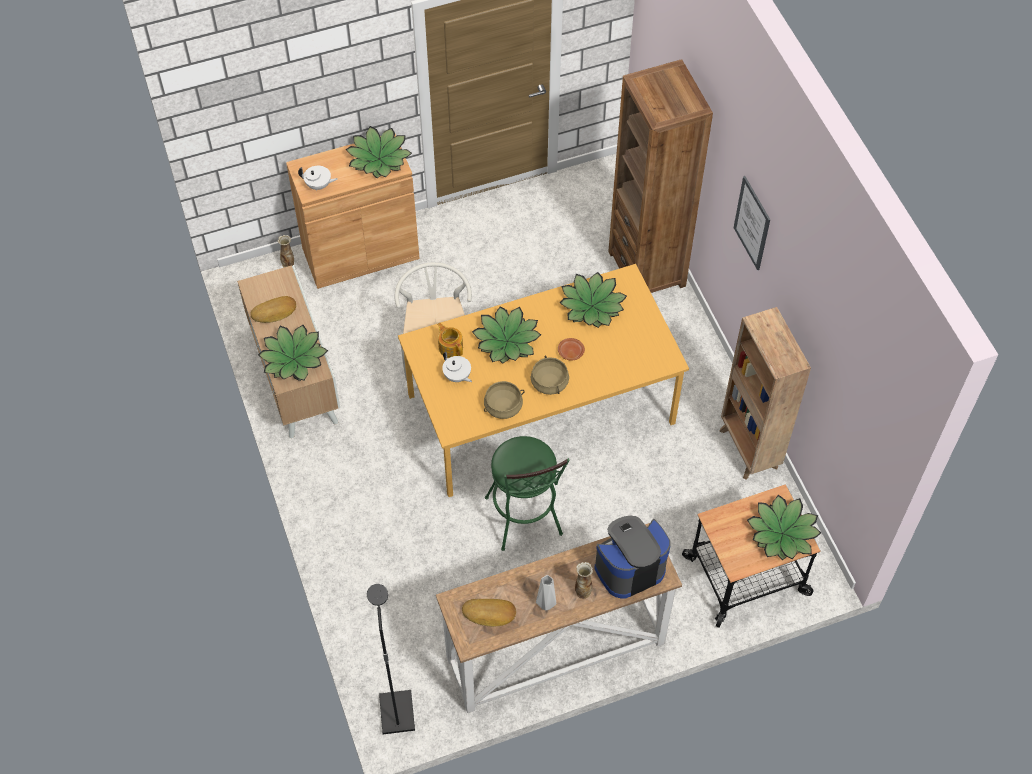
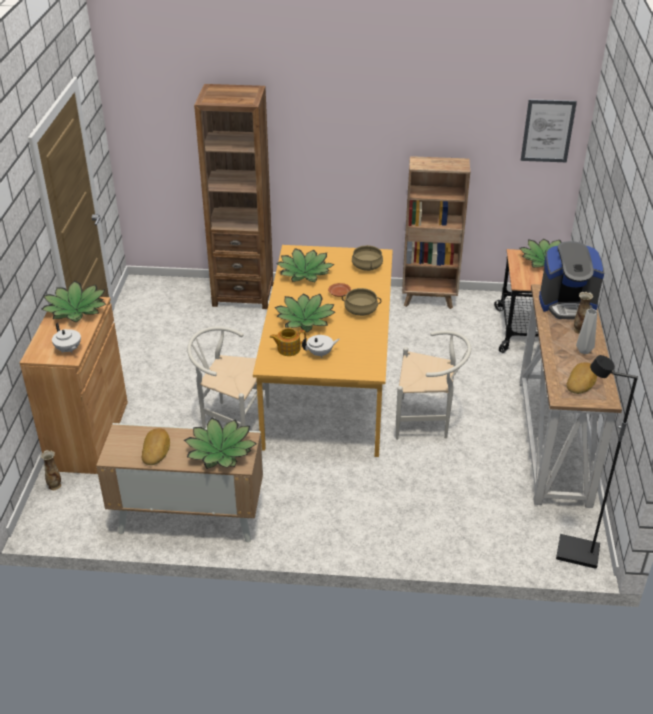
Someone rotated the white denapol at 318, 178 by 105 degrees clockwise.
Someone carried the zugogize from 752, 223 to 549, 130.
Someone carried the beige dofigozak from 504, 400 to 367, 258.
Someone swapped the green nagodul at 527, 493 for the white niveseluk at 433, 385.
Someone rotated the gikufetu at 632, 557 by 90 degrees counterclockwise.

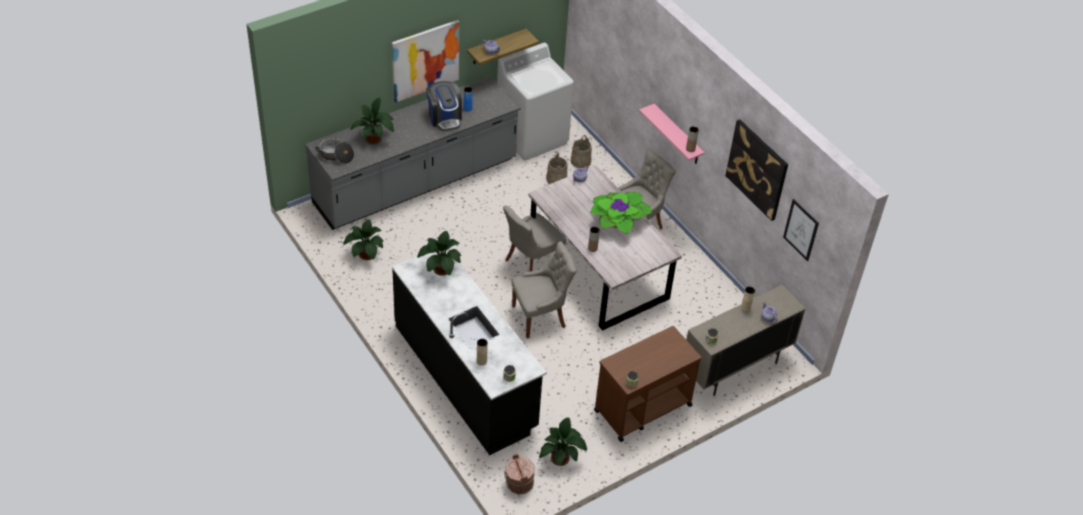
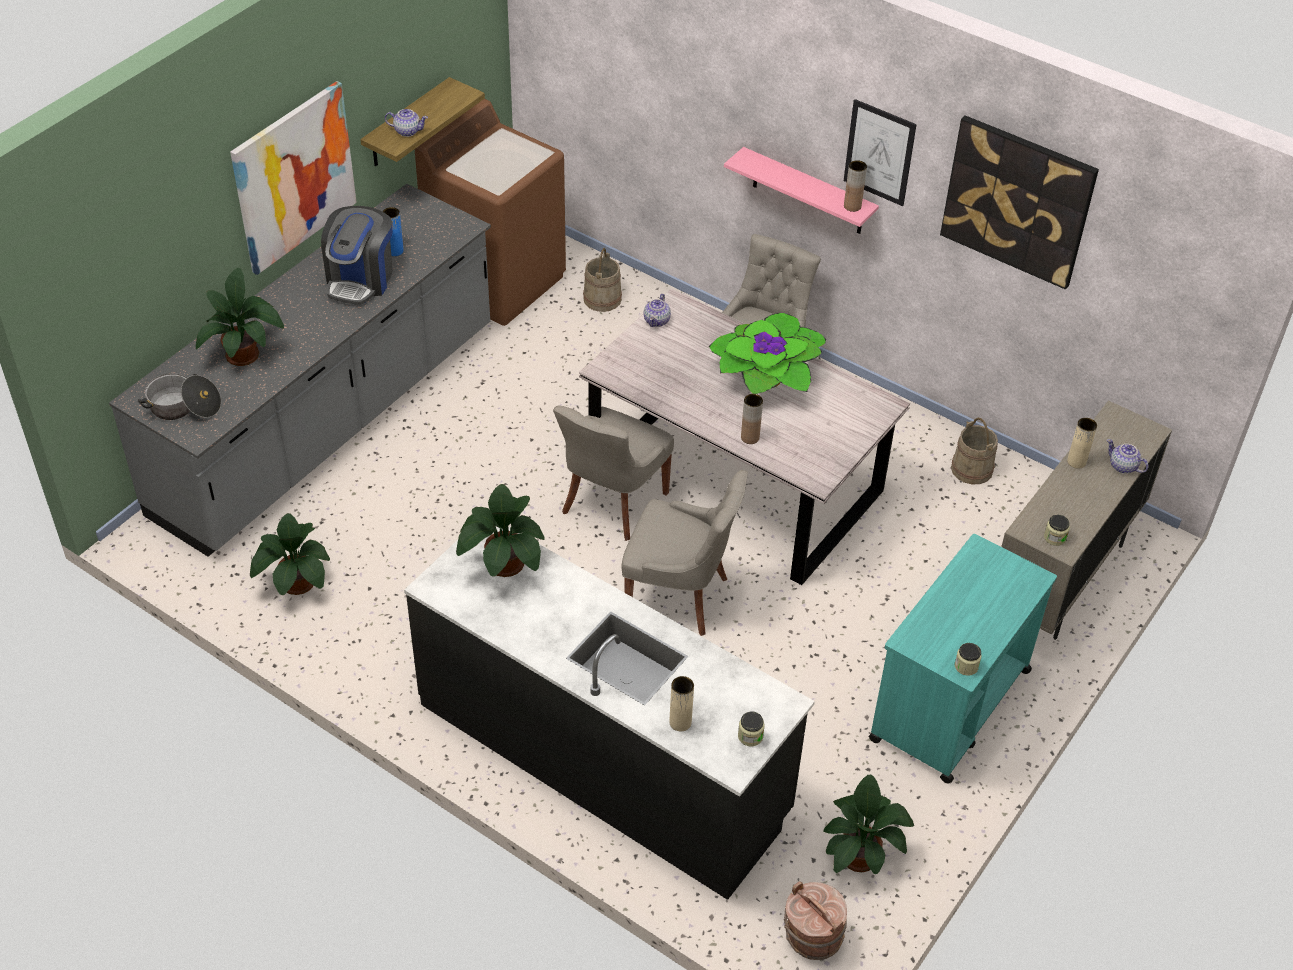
Someone repainted the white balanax at 535, 102, which became the brown balanax at 490, 212.
Someone rotated the gikufetu at 444, 106 by 60 degrees clockwise.
Someone carried the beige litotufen from 556, 168 to 974, 451.
Someone carried the zugogize from 801, 230 to 880, 152.
Someone rotated the grey niveseluk at 543, 290 by 60 degrees clockwise.
Someone repainted the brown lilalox at 648, 384, which became the turquoise lilalox at 963, 658.

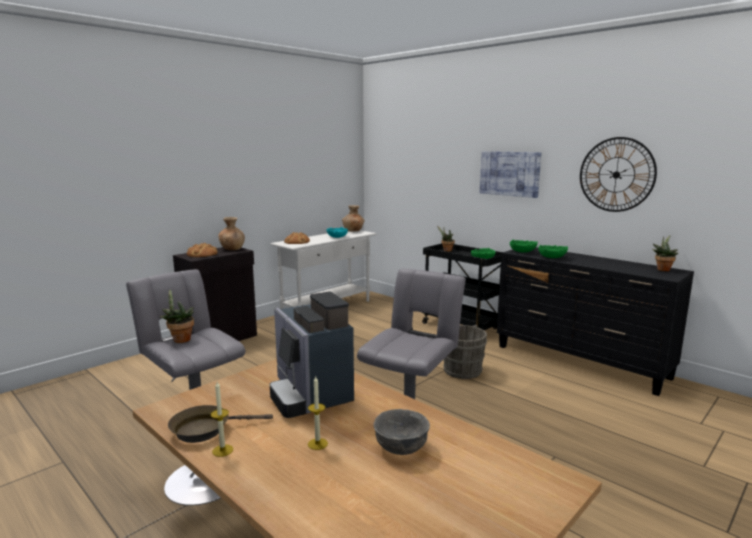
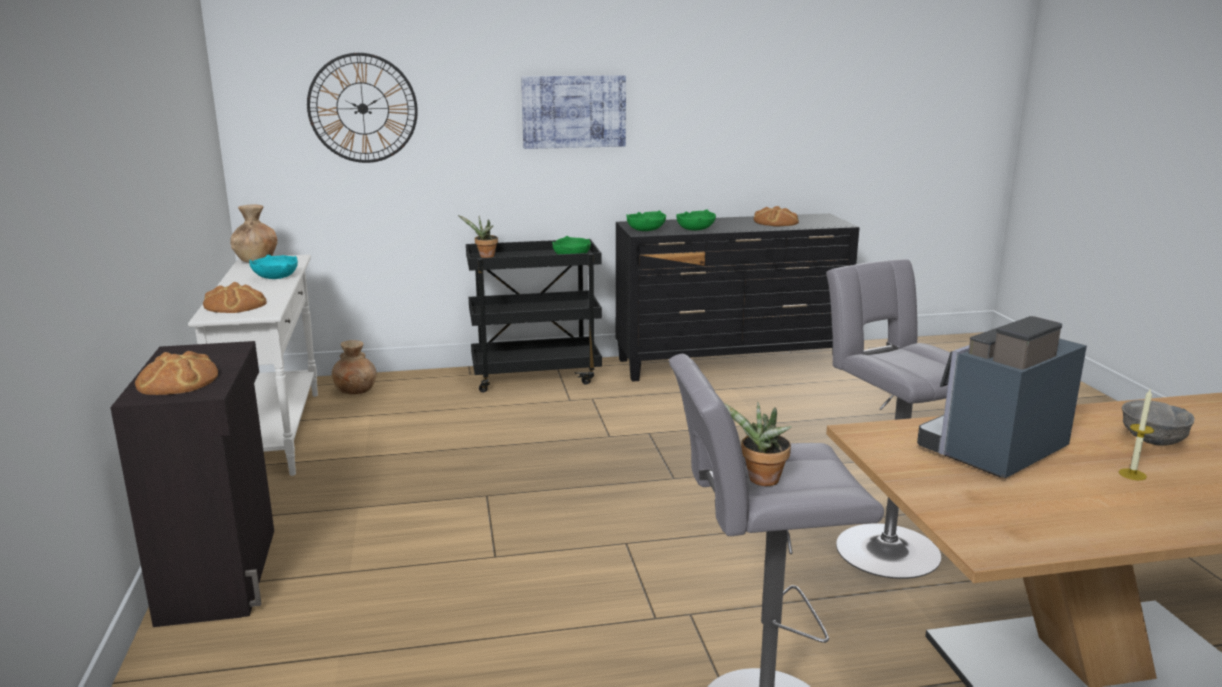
Someone carried the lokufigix from 618, 174 to 362, 108.
Someone carried the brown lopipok from 231, 233 to 354, 367.
Someone took away the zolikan at 665, 253.
Someone rotated the gikufetu at 312, 355 by 135 degrees clockwise.
Someone took away the grey litotufen at 465, 352.
Someone took away the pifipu at 222, 419.
Someone took away the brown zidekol at 220, 424.
Someone put down the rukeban at 776, 216.

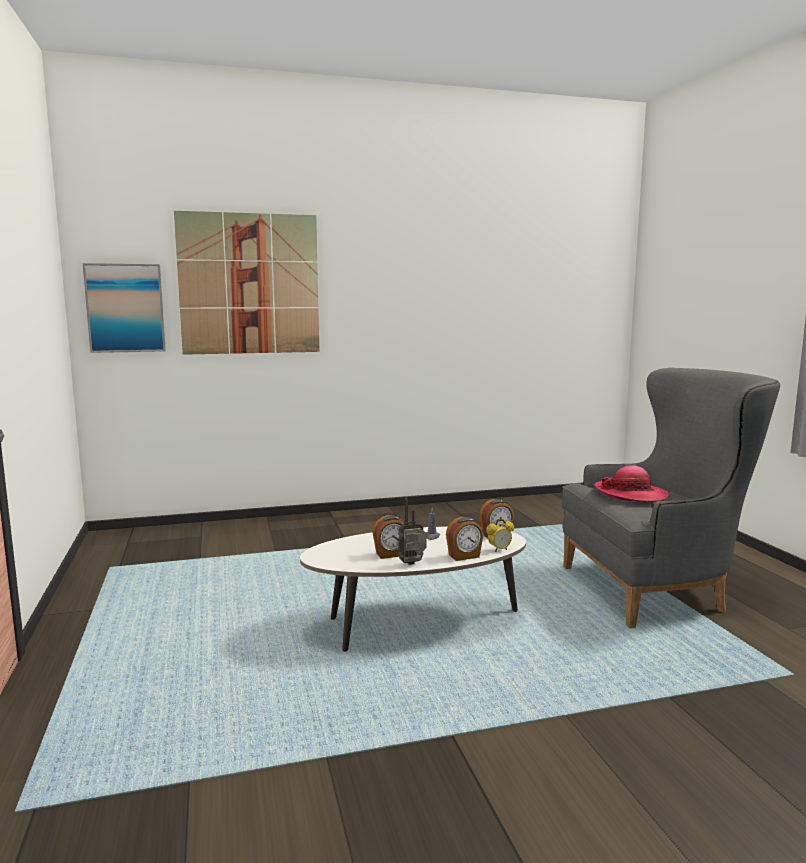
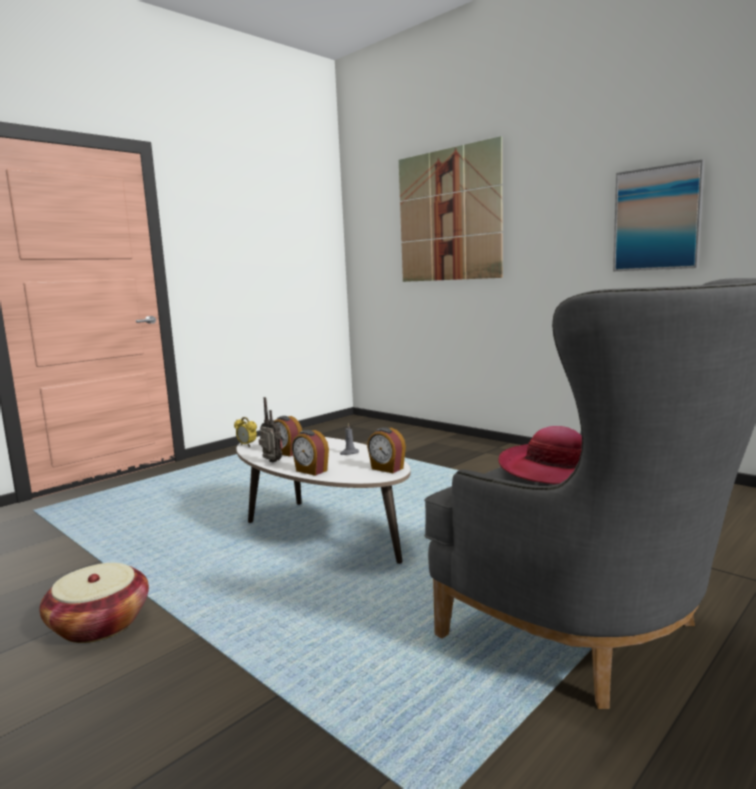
Someone carried the zugogize from 124, 308 to 659, 215.
Someone carried the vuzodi from 500, 535 to 245, 432.
Someone put down the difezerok at 94, 603.

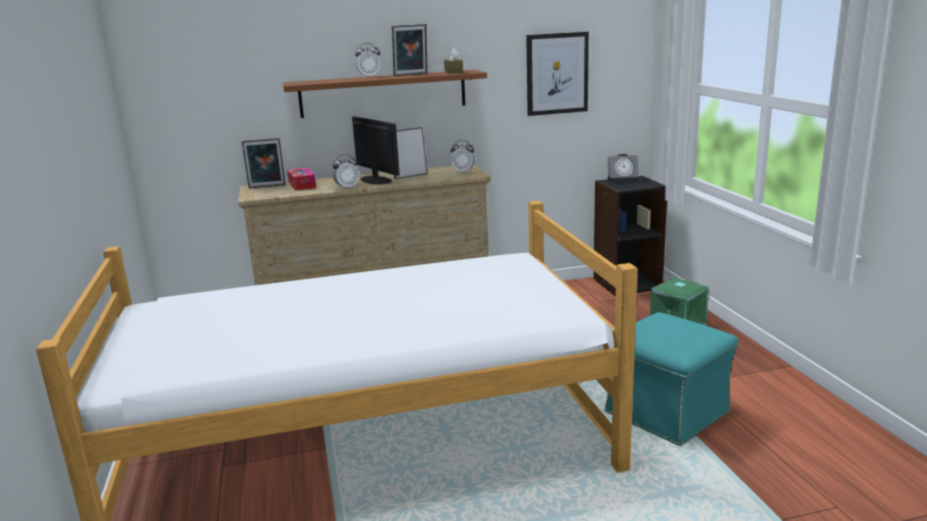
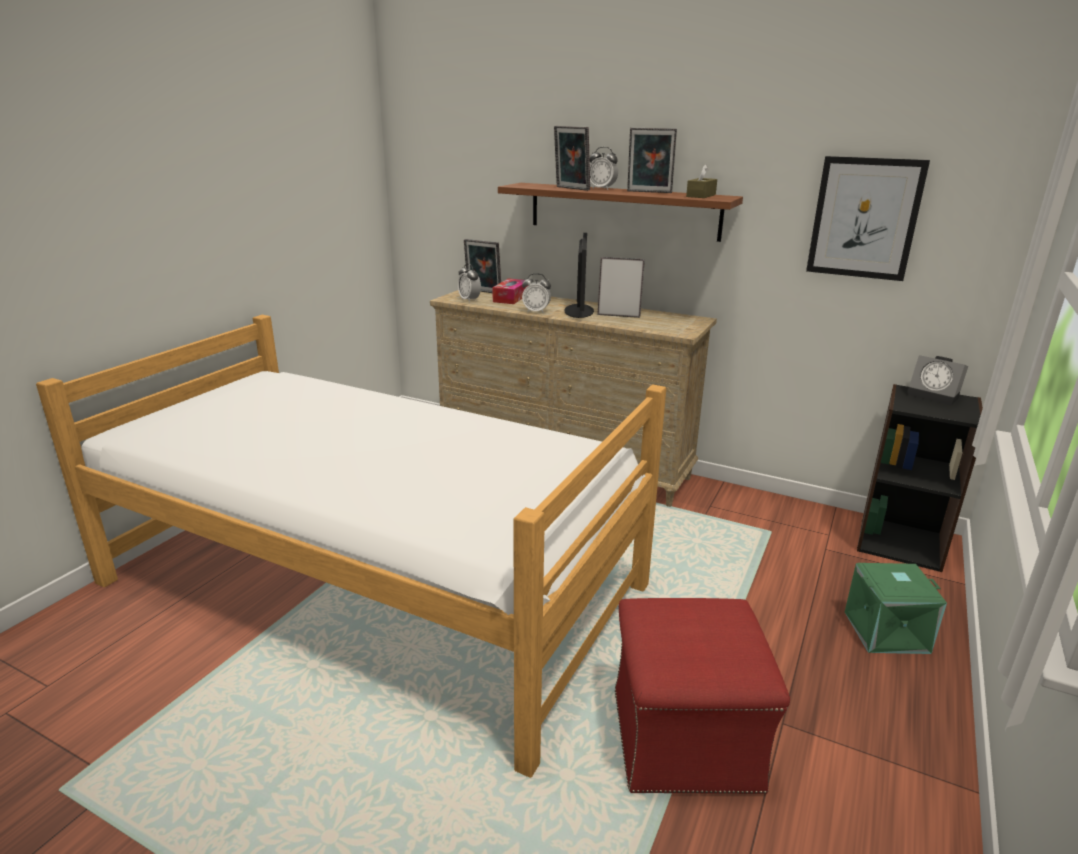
Someone carried the vuzodi from 463, 156 to 469, 282.
Someone repainted the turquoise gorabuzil at 671, 379, which became the red gorabuzil at 702, 696.
Someone put down the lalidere at 572, 158.

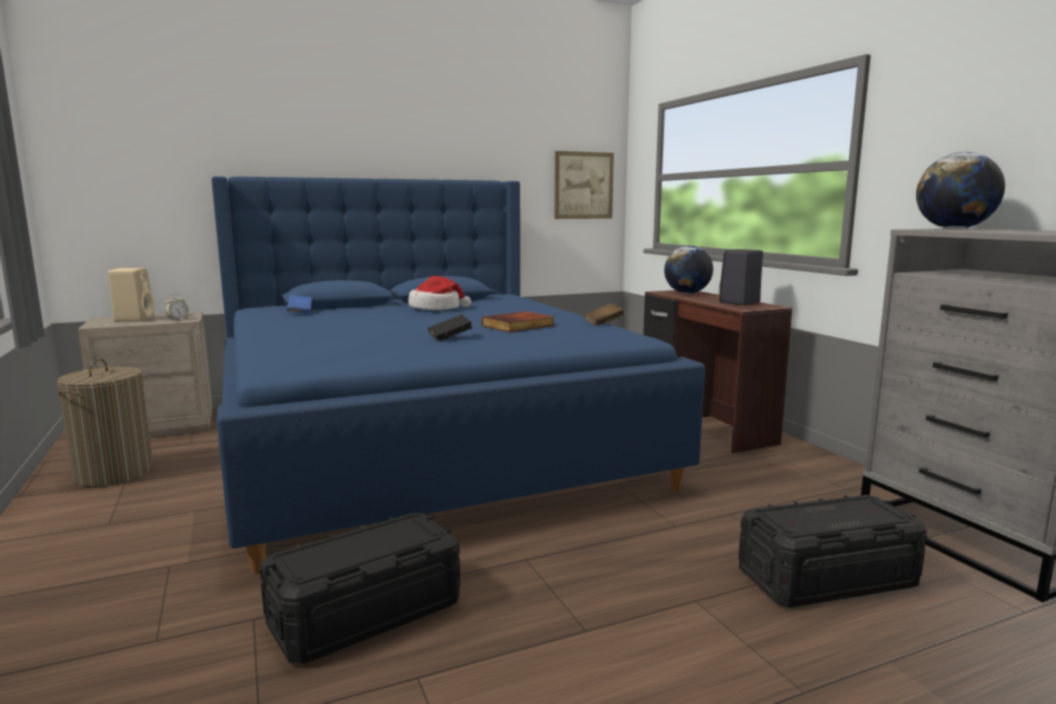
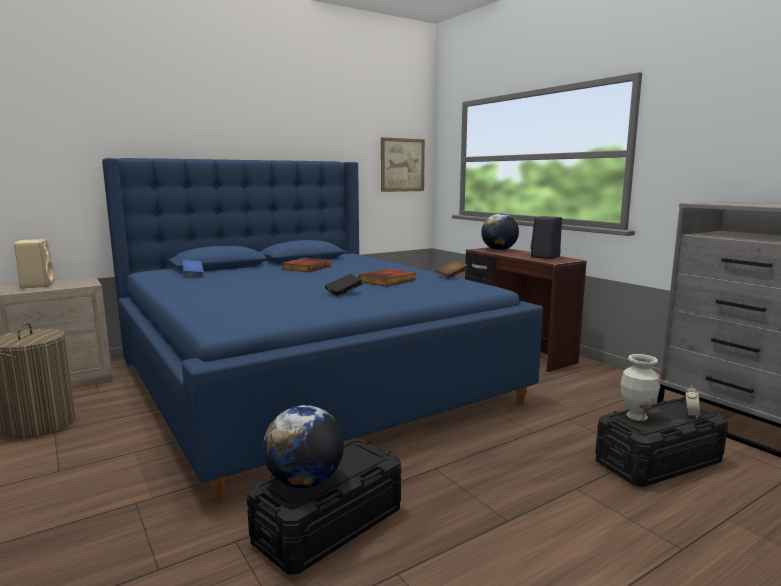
Someone carried the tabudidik from 960, 190 to 303, 446.
Someone swapped the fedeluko at 439, 293 for the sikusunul at 306, 265.
Someone carried the vuzodi from 177, 307 to 693, 401.
Someone put down the lopipok at 640, 387.

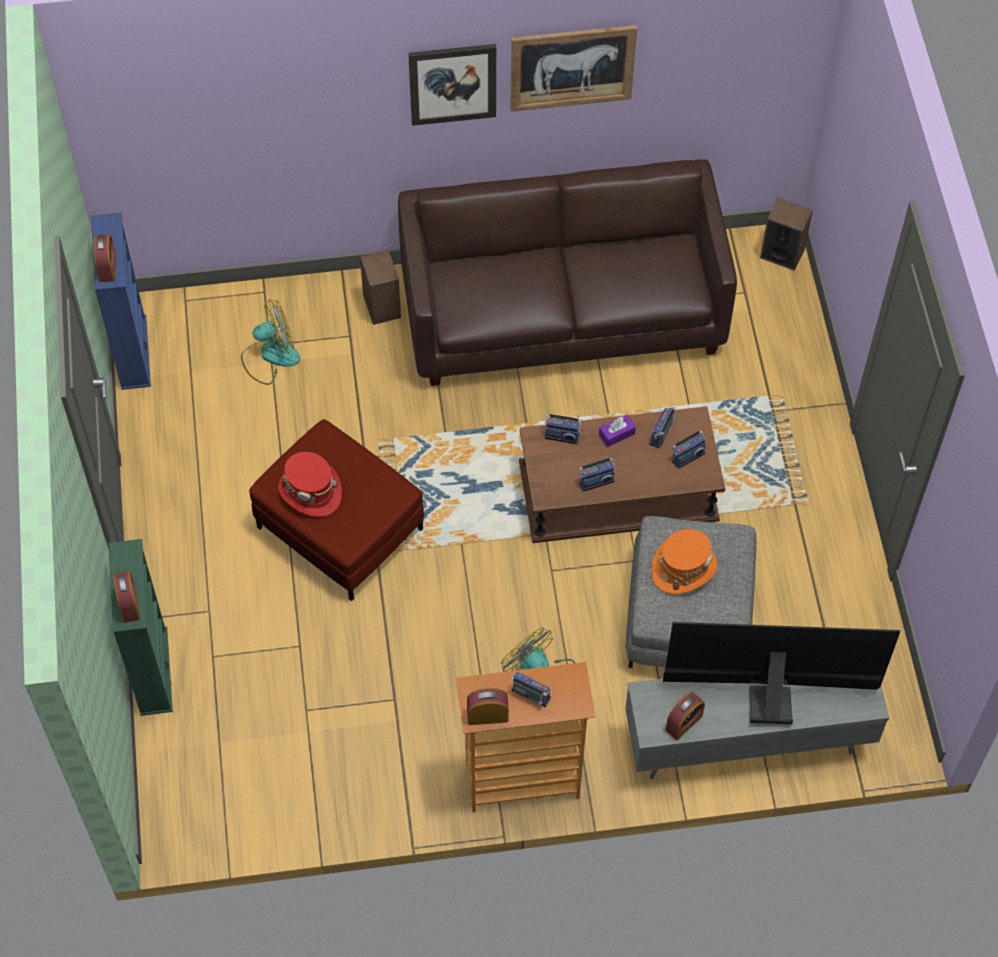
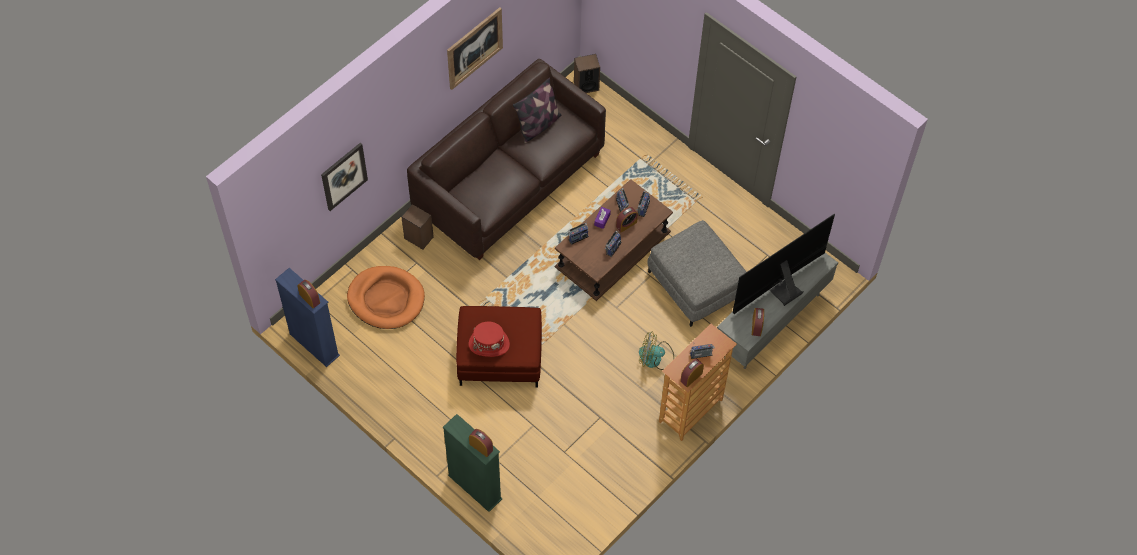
Someone carried the zugogize from 452, 85 to 344, 177.
Someone swapped the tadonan at 270, 342 for the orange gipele at 386, 297.
Someone took away the orange fedeluko at 684, 561.
Someone put down the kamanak at 537, 111.
Someone put down the vuzodi at 627, 219.

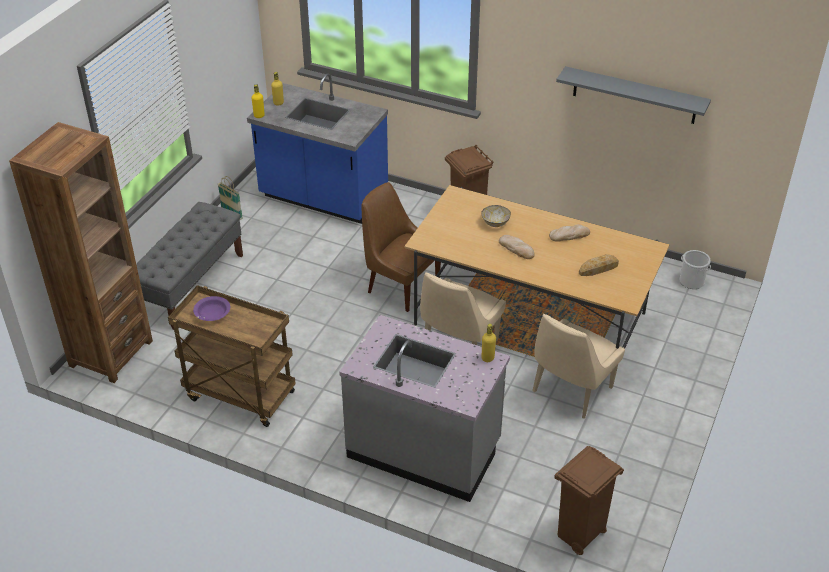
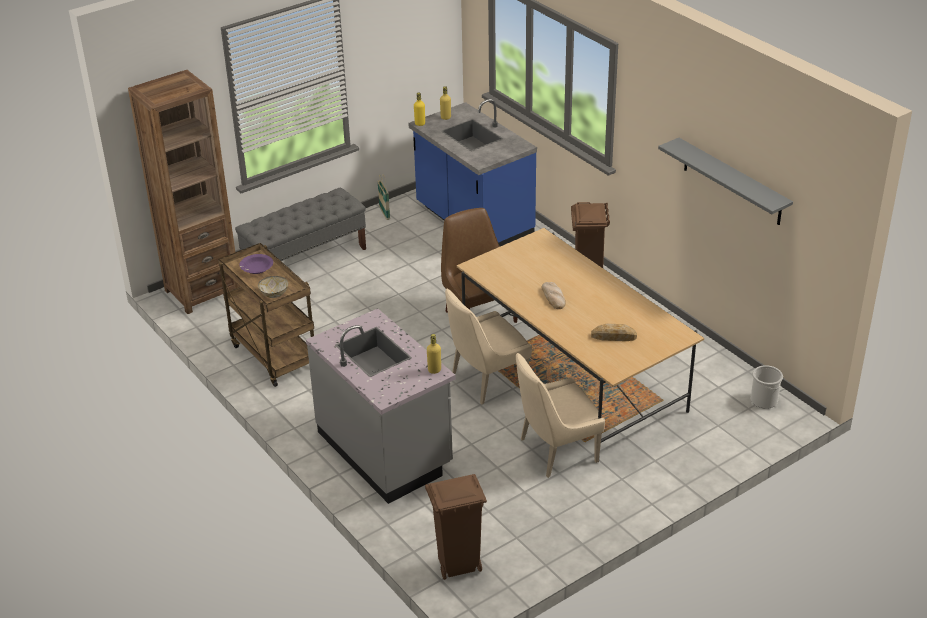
Someone carried the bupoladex from 496, 216 to 273, 287.
Someone took away the rukeban at 569, 233.

